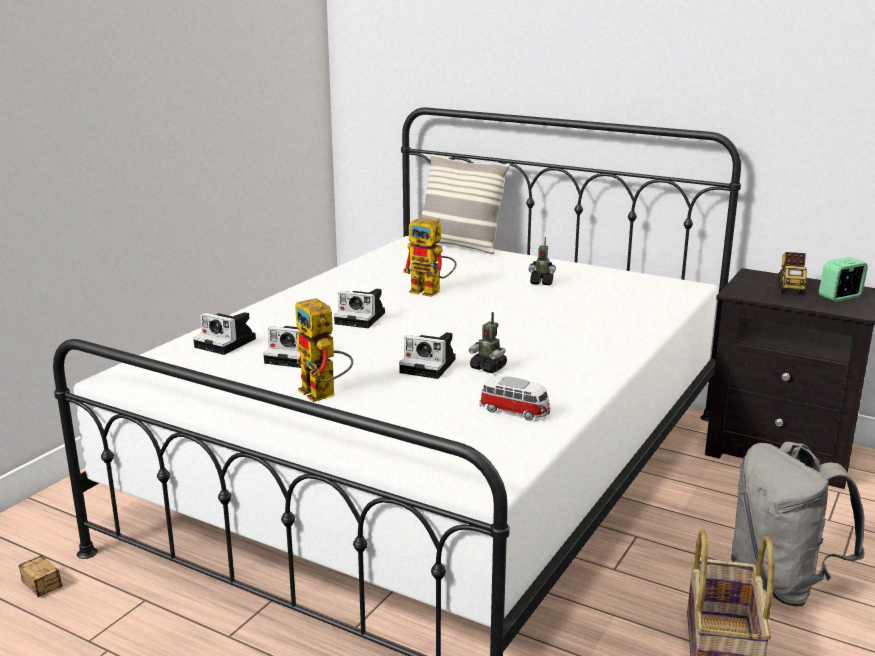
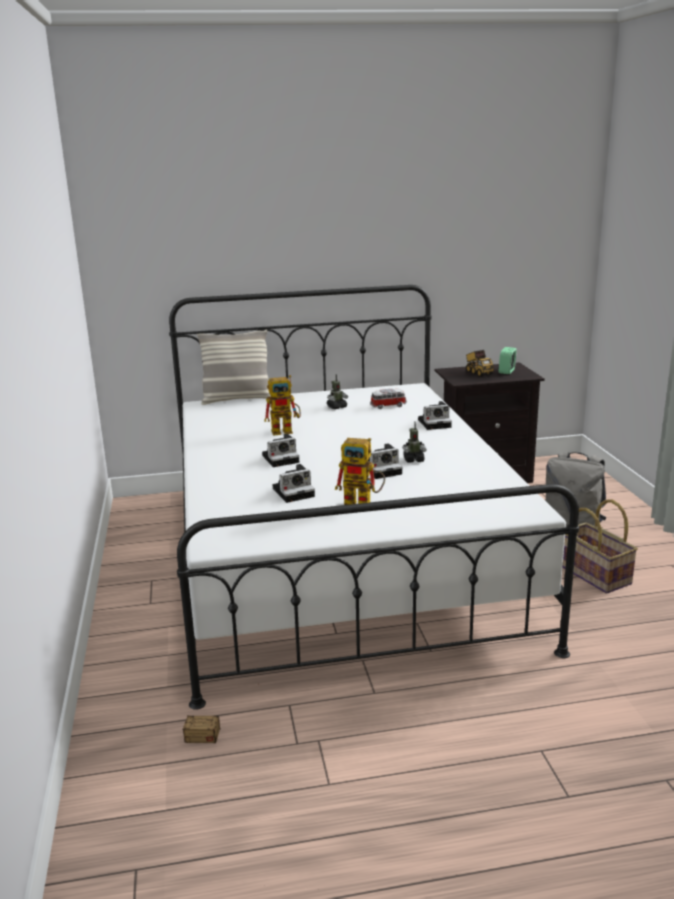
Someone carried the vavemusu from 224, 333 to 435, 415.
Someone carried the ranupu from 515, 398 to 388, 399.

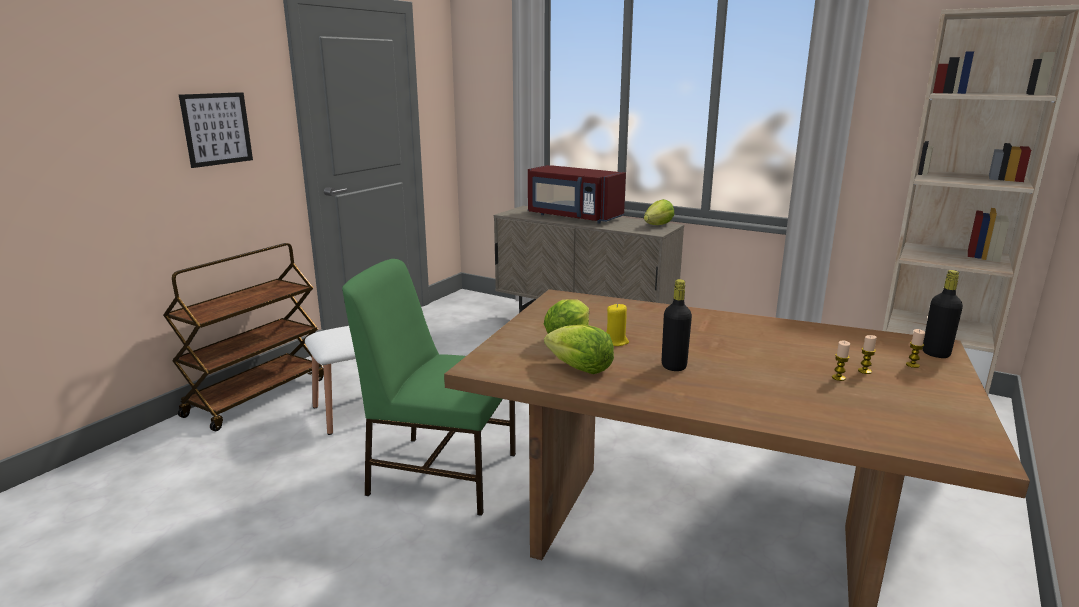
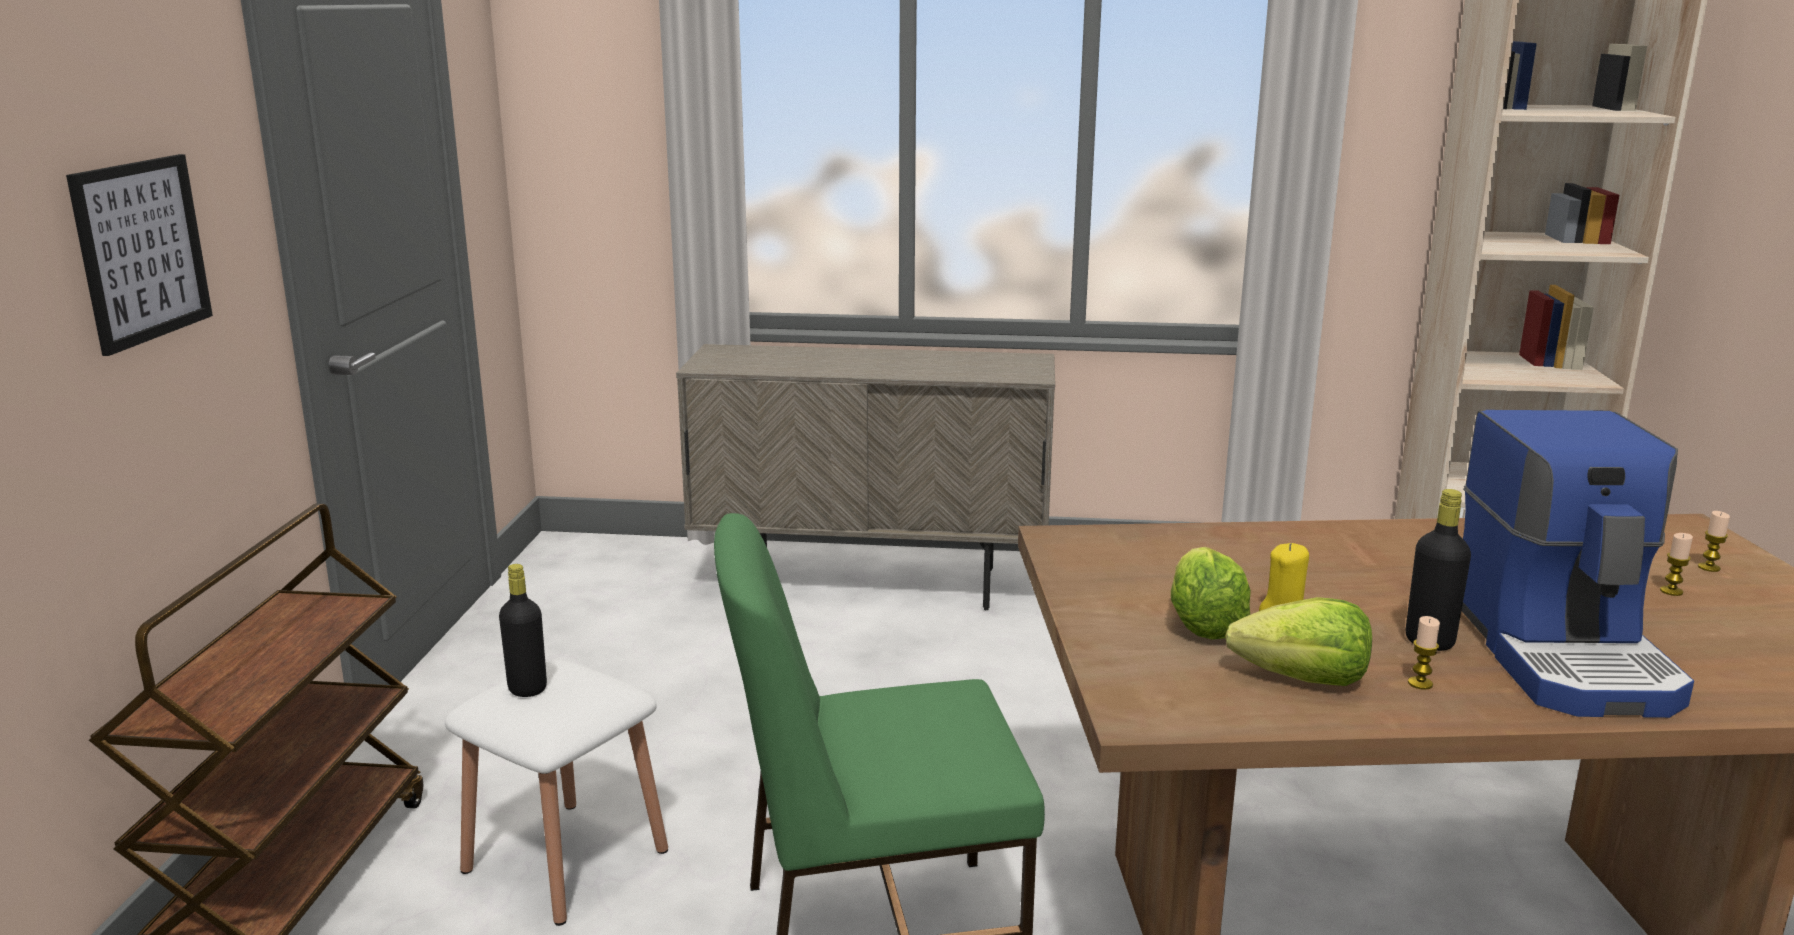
Someone took away the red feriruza at 577, 194.
Someone took away the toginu at 659, 212.
Someone carried the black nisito from 943, 314 to 523, 630.
Someone carried the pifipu from 841, 360 to 1424, 653.
Someone put down the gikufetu at 1578, 564.

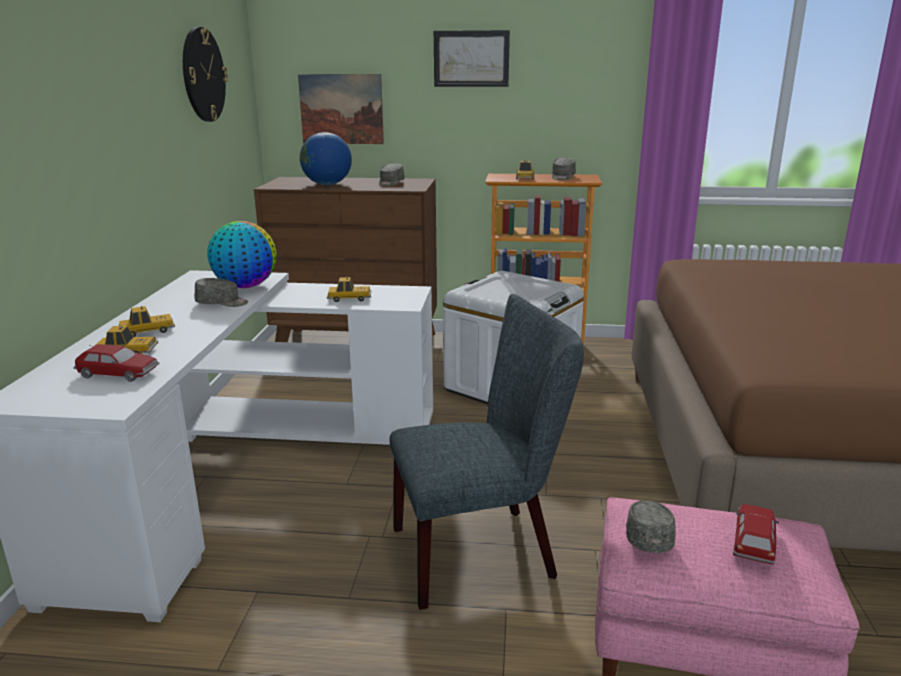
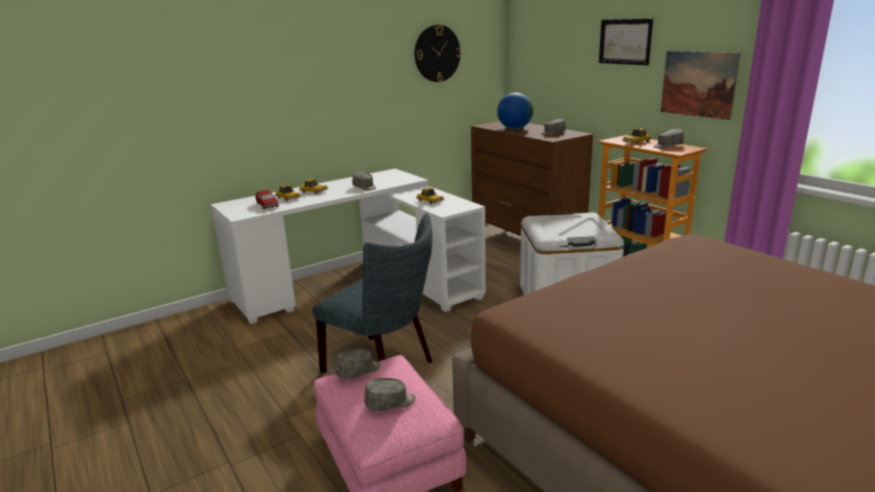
Someone carried the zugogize from 341, 109 to 701, 85.
Someone took away the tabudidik at 242, 254.
Someone swapped the ranupu at 756, 534 for the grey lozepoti at 390, 394.

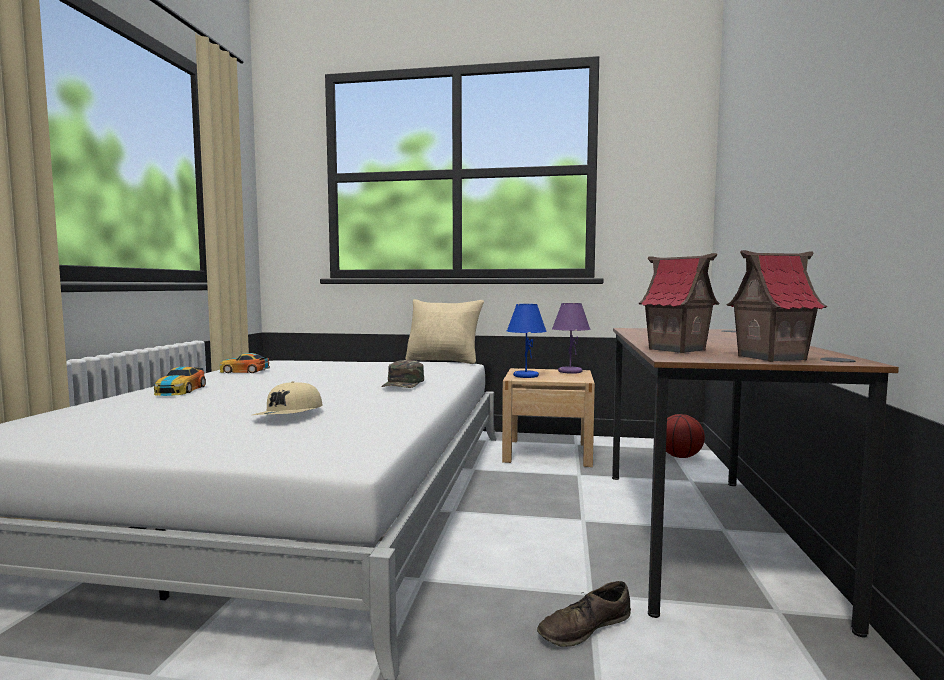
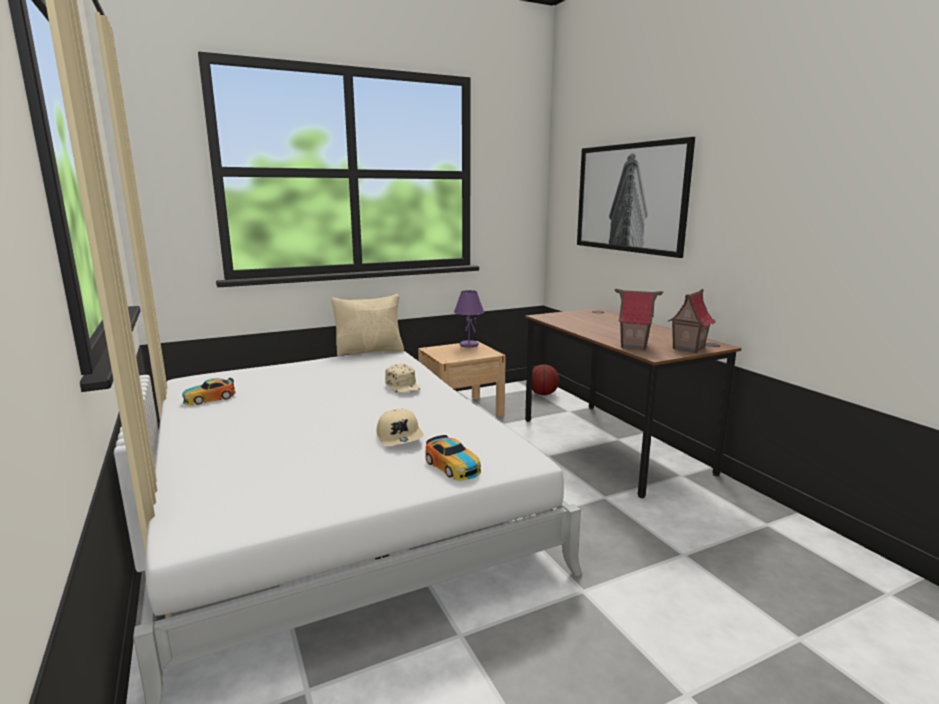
Someone took away the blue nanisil at 527, 341.
Someone repainted the green lozepoti at 402, 374, which became the beige lozepoti at 403, 378.
Someone carried the ranupu from 180, 381 to 453, 458.
Someone took away the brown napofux at 584, 614.
Someone put up the zugogize at 636, 197.

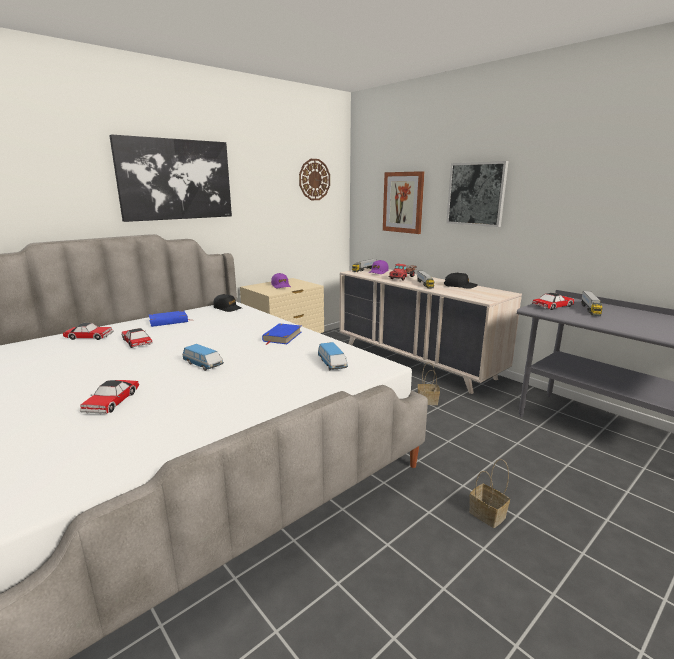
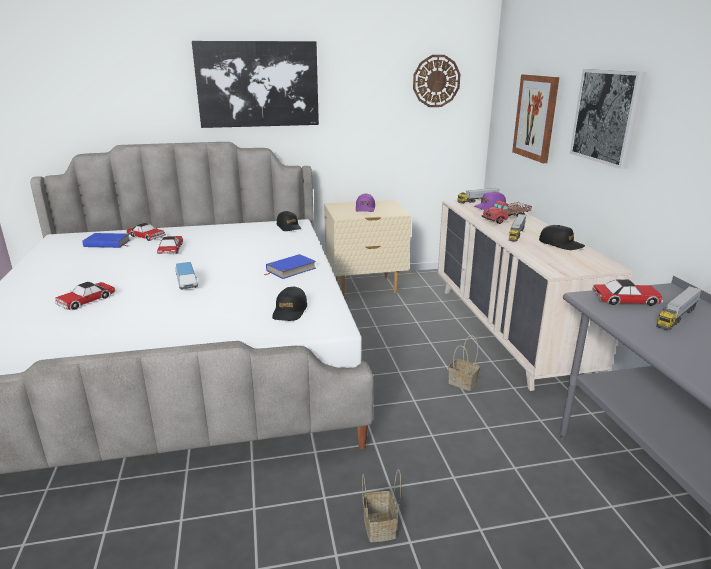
Someone carried the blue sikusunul from 169, 318 to 106, 240.
Someone swapped the ranupu at 333, 356 for the black lozepoti at 289, 304.

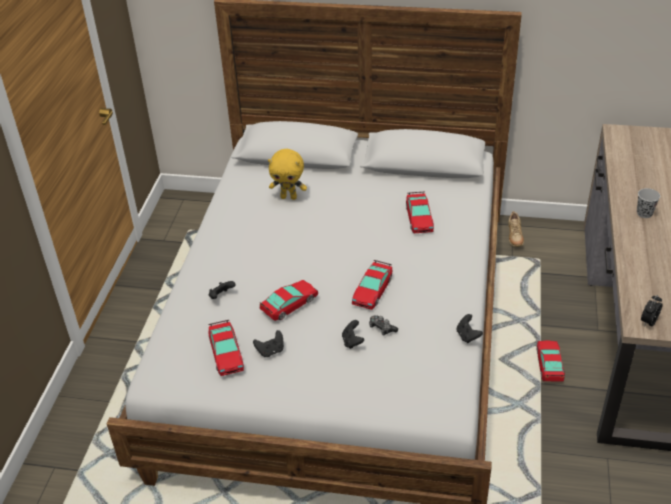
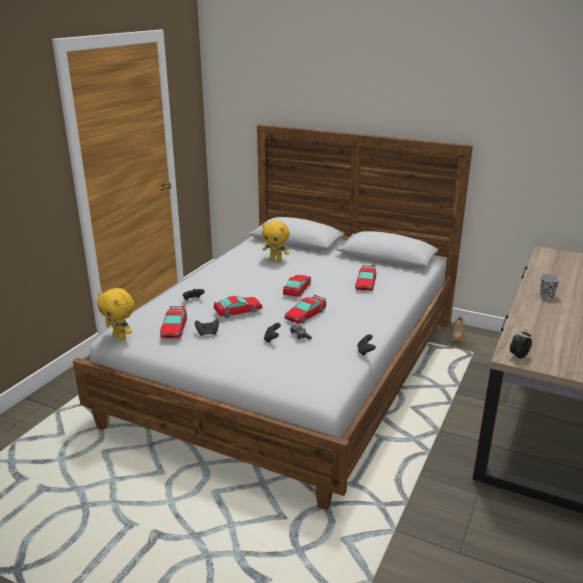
Someone carried the ranupu from 550, 361 to 297, 286.
Someone put down the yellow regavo at 116, 314.

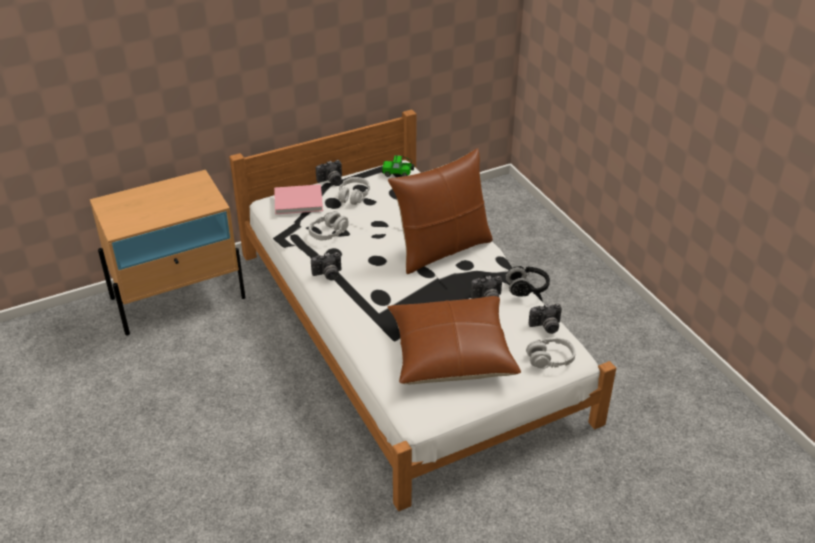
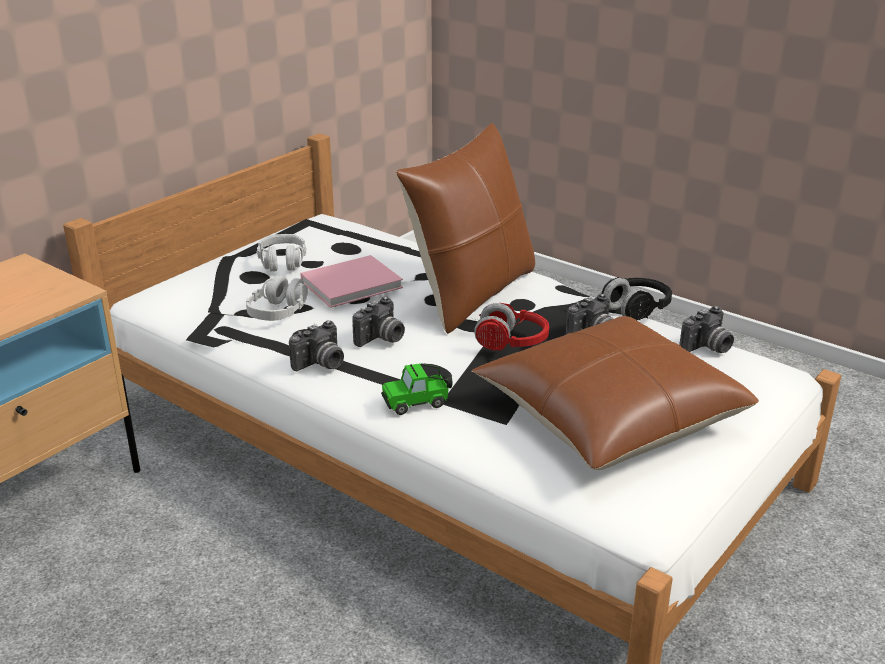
Someone carried the ranupu from 398, 166 to 417, 389.
Someone carried the vavemusu from 329, 172 to 378, 322.
Someone carried the pink sikusunul from 298, 199 to 351, 281.
Someone took away the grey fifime at 551, 353.
Someone put down the red fifime at 511, 327.

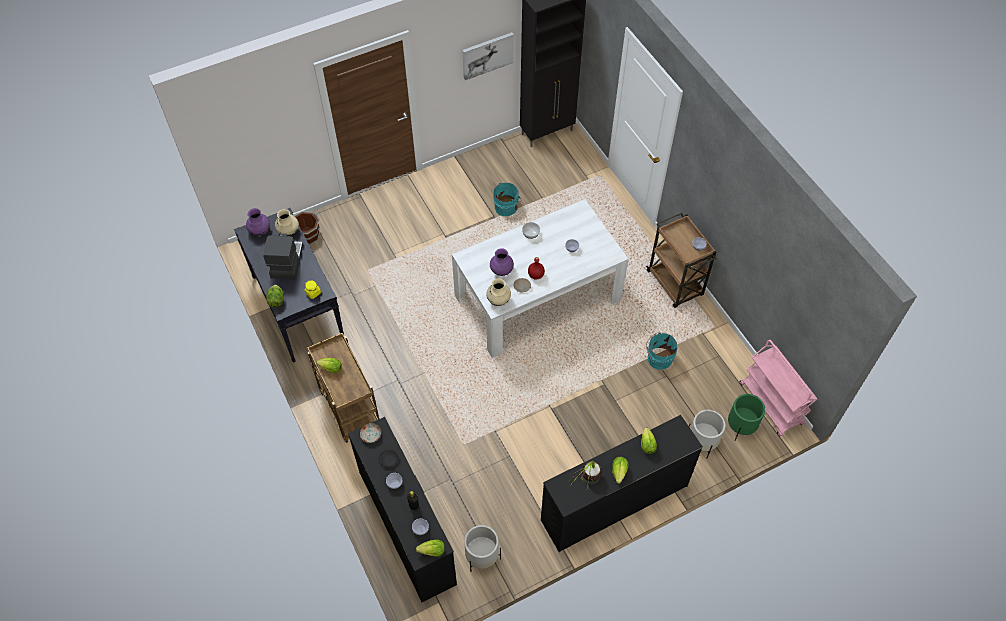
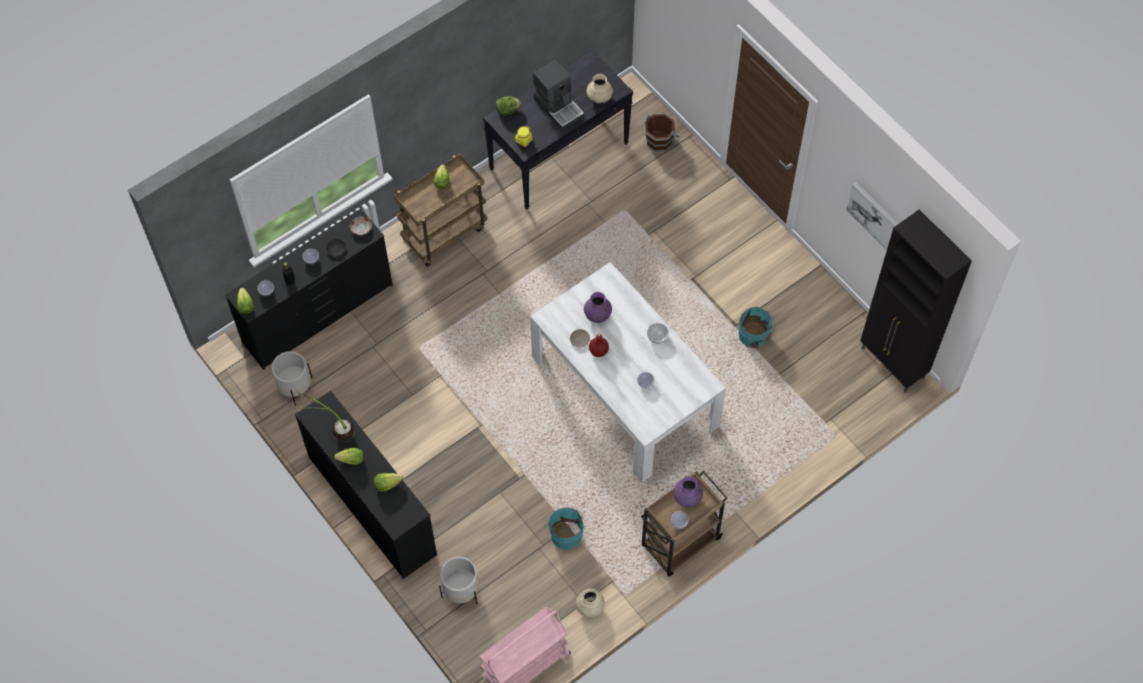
Someone carried the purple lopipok from 258, 221 to 688, 491.
Someone rotated the gikufetu at 283, 256 by 60 degrees clockwise.
Someone carried the beige lopipok from 498, 292 to 590, 602.
Someone took away the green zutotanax at 746, 417.

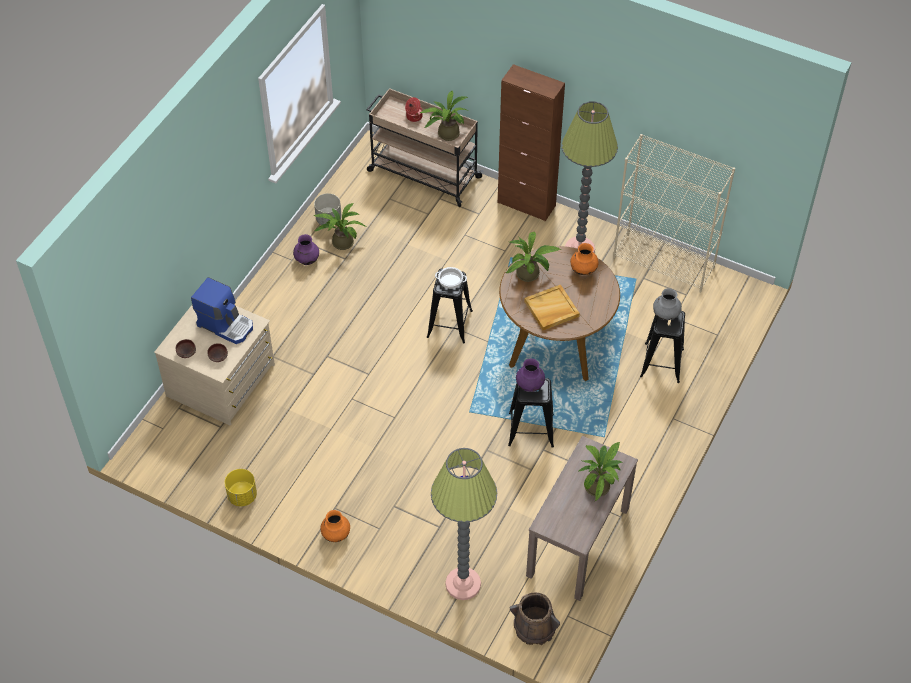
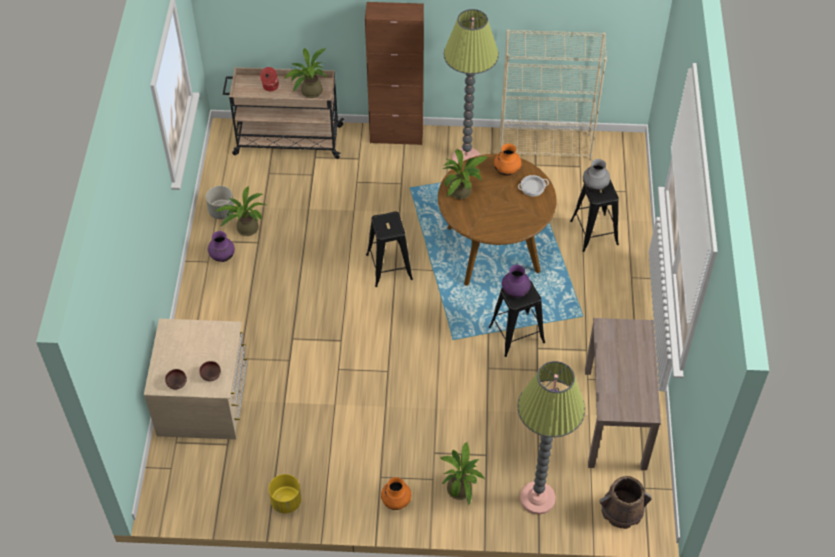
Someone carried the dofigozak from 451, 278 to 533, 185.
Someone took away the gikufetu at 222, 310.
Someone took away the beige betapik at 552, 307.
Someone carried the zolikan from 600, 471 to 462, 473.

